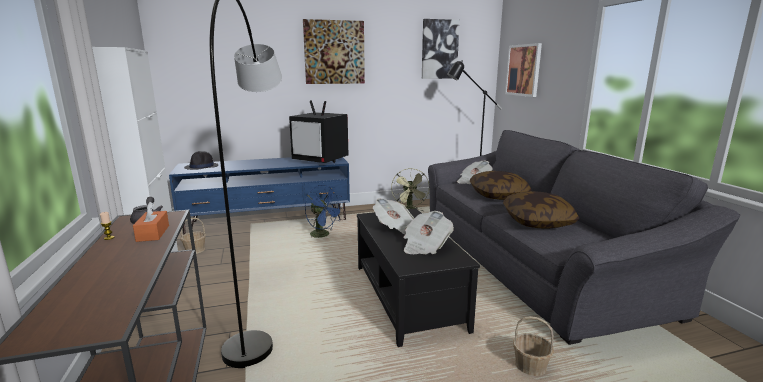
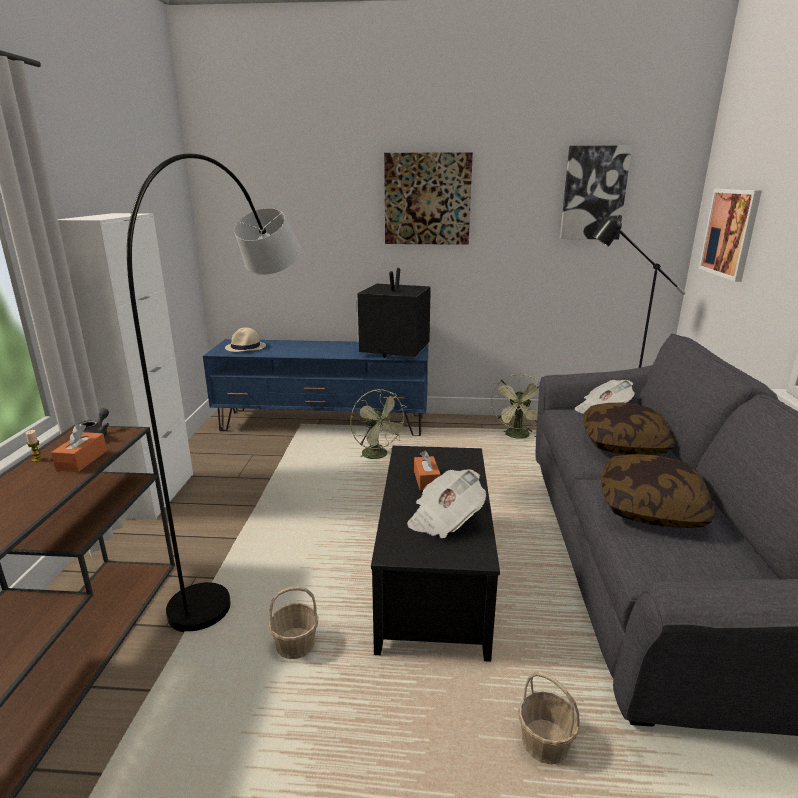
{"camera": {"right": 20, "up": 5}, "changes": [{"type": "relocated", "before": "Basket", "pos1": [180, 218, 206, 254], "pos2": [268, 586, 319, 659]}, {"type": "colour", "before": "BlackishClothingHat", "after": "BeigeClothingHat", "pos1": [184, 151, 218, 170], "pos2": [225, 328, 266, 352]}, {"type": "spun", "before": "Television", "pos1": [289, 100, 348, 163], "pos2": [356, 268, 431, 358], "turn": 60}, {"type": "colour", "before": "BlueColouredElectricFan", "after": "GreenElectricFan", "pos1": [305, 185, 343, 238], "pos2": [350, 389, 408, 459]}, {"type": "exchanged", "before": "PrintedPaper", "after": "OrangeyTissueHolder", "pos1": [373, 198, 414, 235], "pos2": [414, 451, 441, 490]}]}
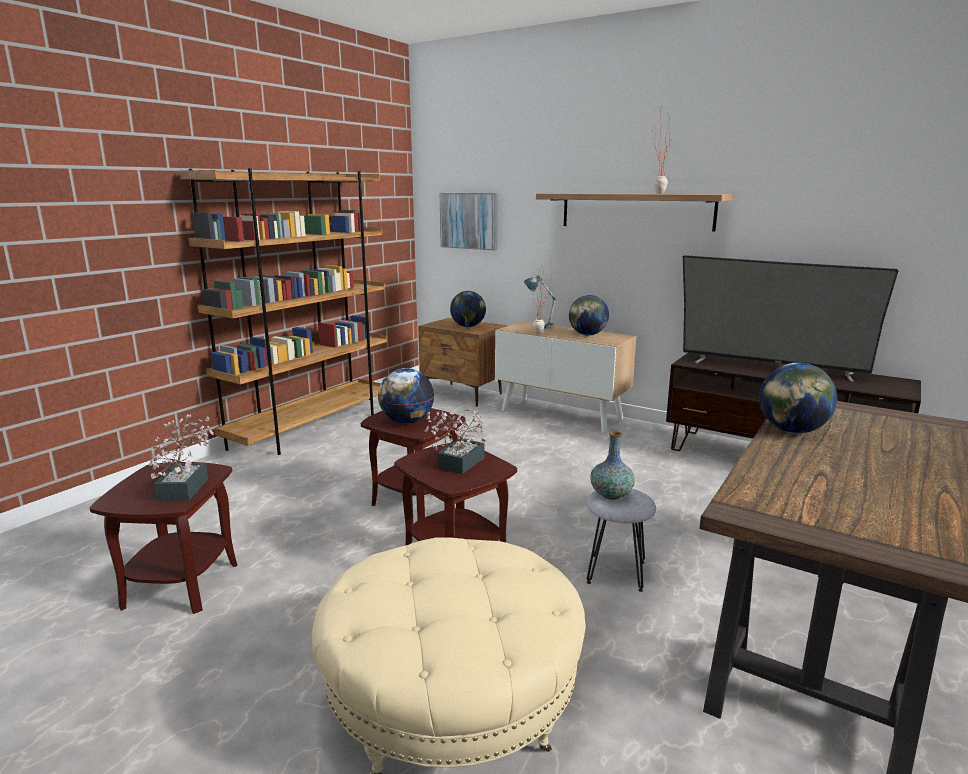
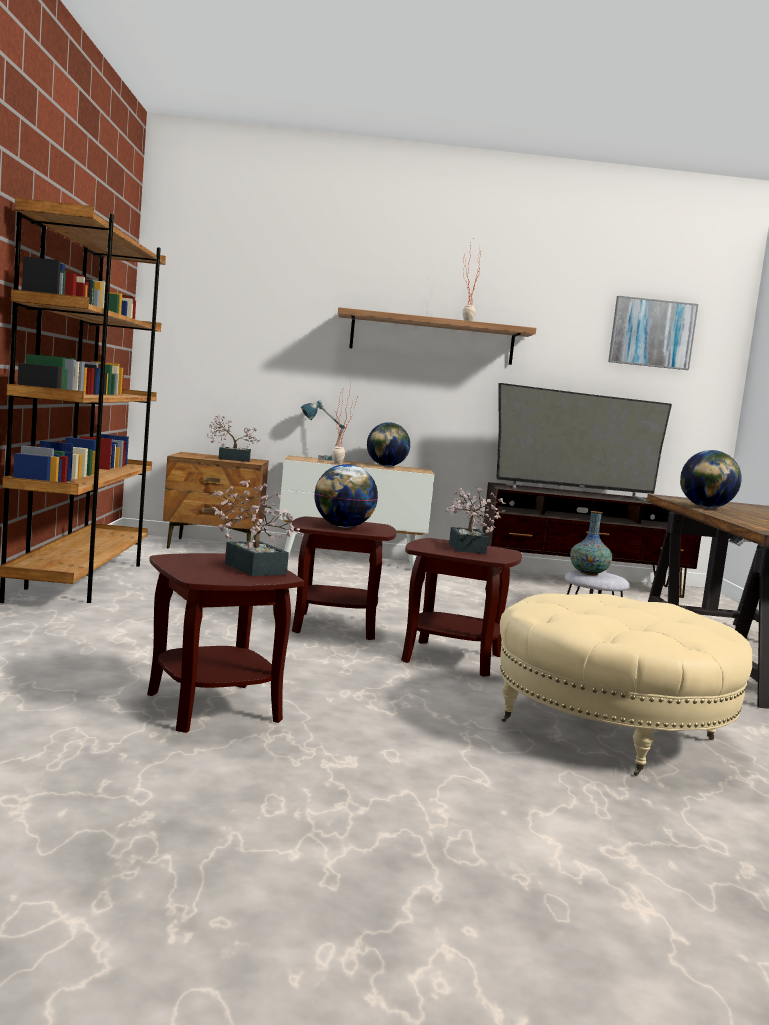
{"camera": {"right": -35, "up": -10}, "changes": [{"type": "relocated", "before": "WallPicture", "pos1": [440, 193, 498, 251], "pos2": [608, 296, 698, 370]}, {"type": "exchanged", "before": "Globe", "after": "PlantInAPot", "pos1": [450, 291, 486, 327], "pos2": [207, 414, 260, 462]}]}
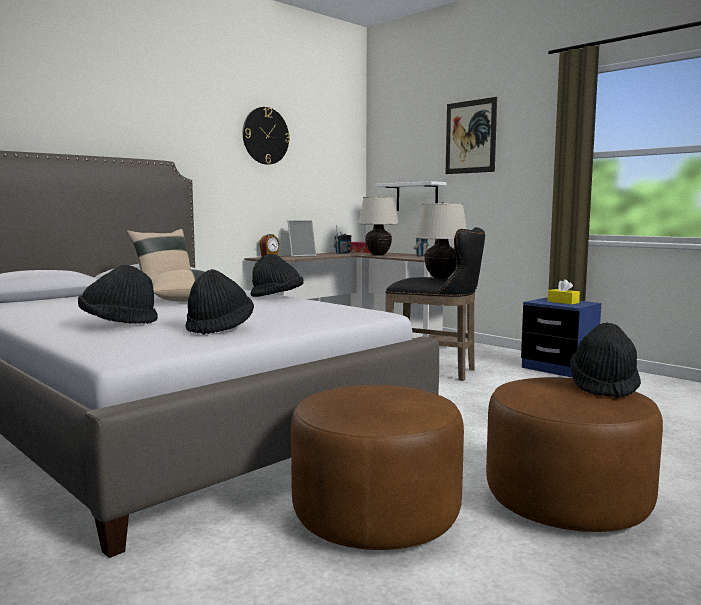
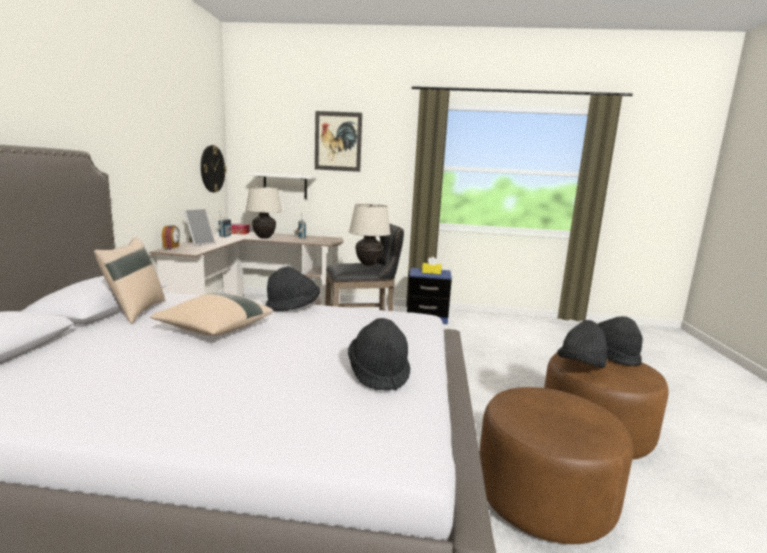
{"camera": {"right": -40, "up": 5}, "changes": [{"type": "relocated", "before": "BlackishClothingHat", "pos1": [78, 265, 158, 324], "pos2": [557, 320, 608, 368]}, {"type": "relocated", "before": "HangingClock", "pos1": [243, 107, 290, 165], "pos2": [201, 145, 227, 193]}]}
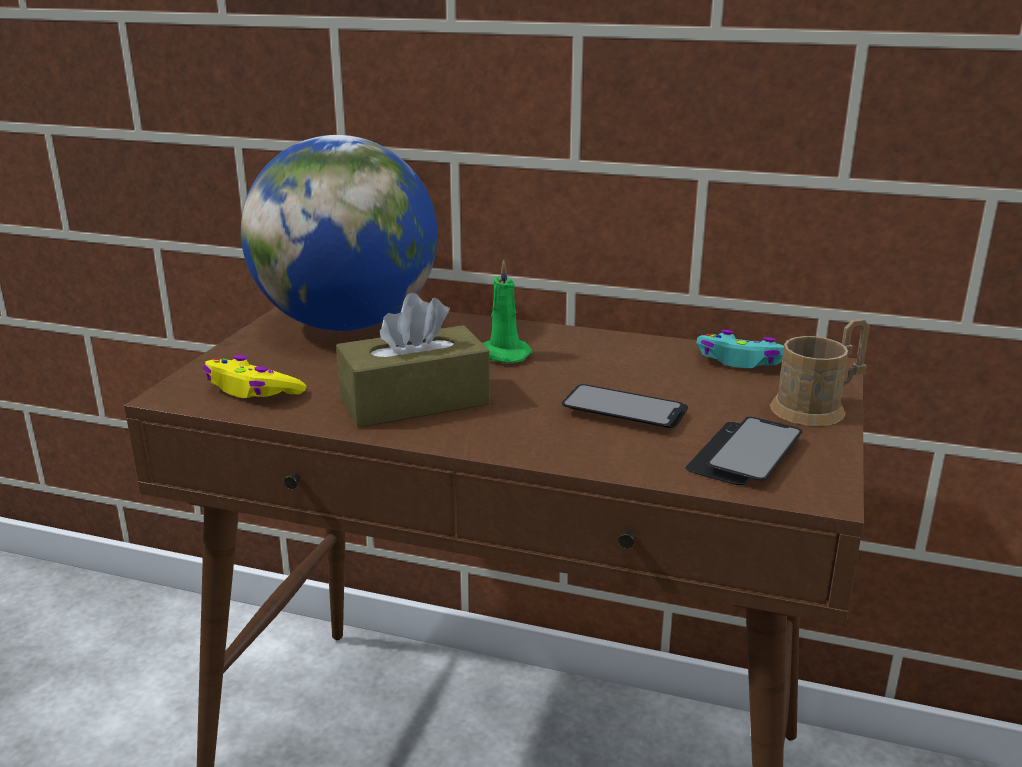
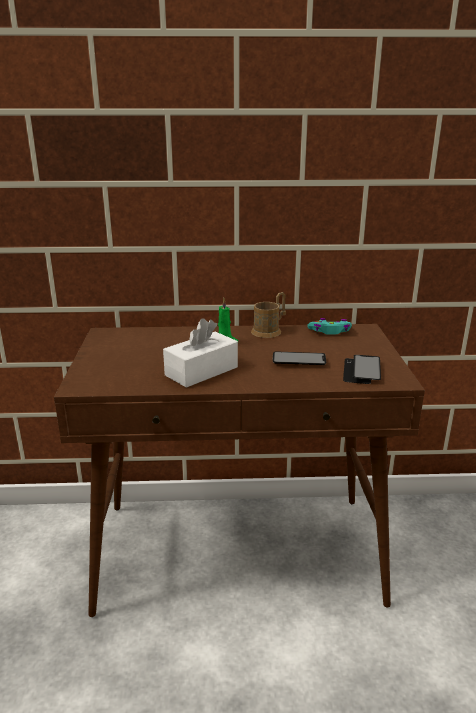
{"camera": {"right": -20, "up": 0}, "changes": [{"type": "missing", "before": "YellowJoypad", "pos1": [203, 355, 306, 398]}, {"type": "missing", "before": "Globe", "pos1": [241, 135, 438, 331]}, {"type": "colour", "before": "BrownTissueHolder", "after": "WhiteTissueHolder", "pos1": [336, 293, 490, 428], "pos2": [163, 318, 238, 388]}, {"type": "relocated", "before": "BrownMug", "pos1": [770, 319, 870, 426], "pos2": [251, 292, 286, 338]}]}
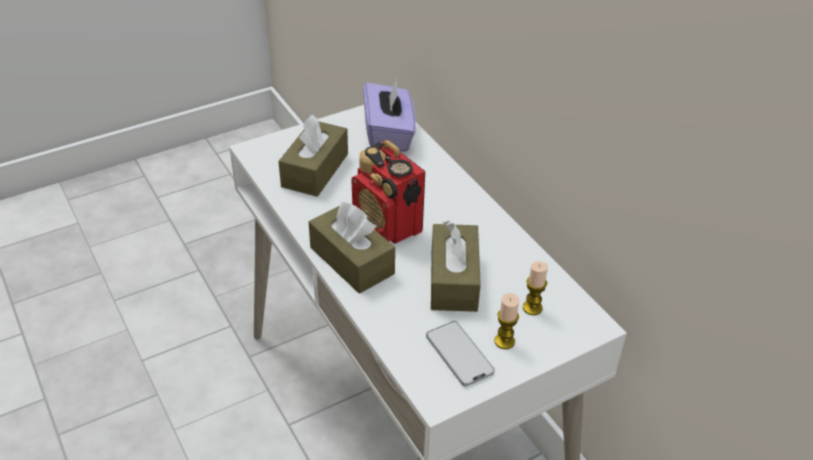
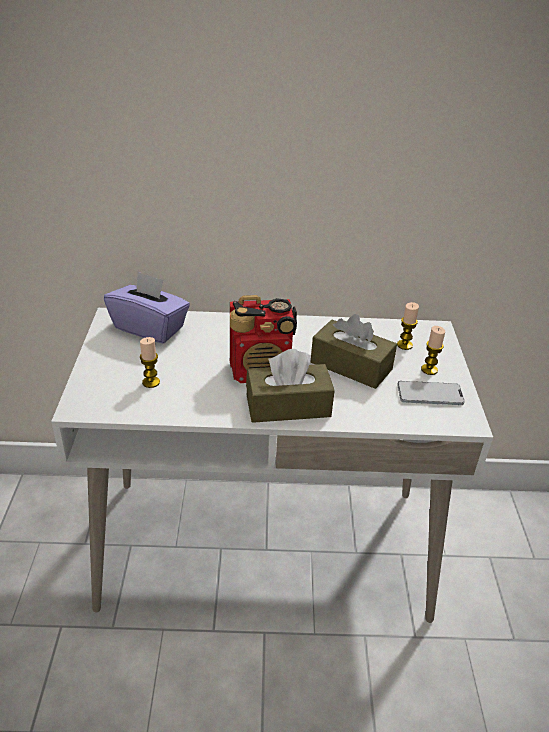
{"camera": {"right": -60, "up": -5}, "changes": [{"type": "exchanged", "before": "BrownTissueHolder", "after": "Candle", "pos1": [278, 115, 348, 197], "pos2": [140, 337, 160, 388]}]}
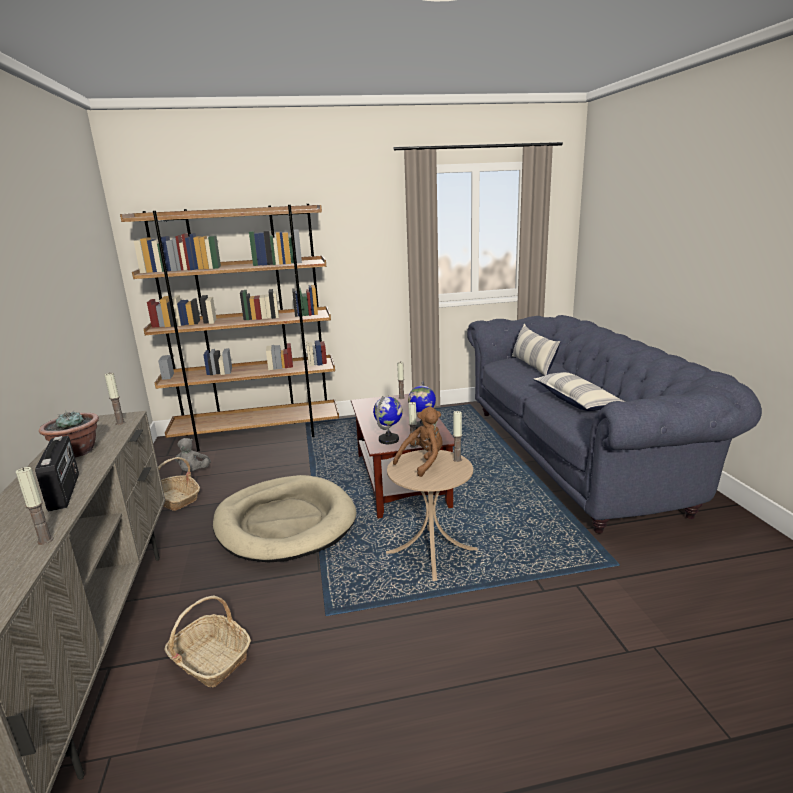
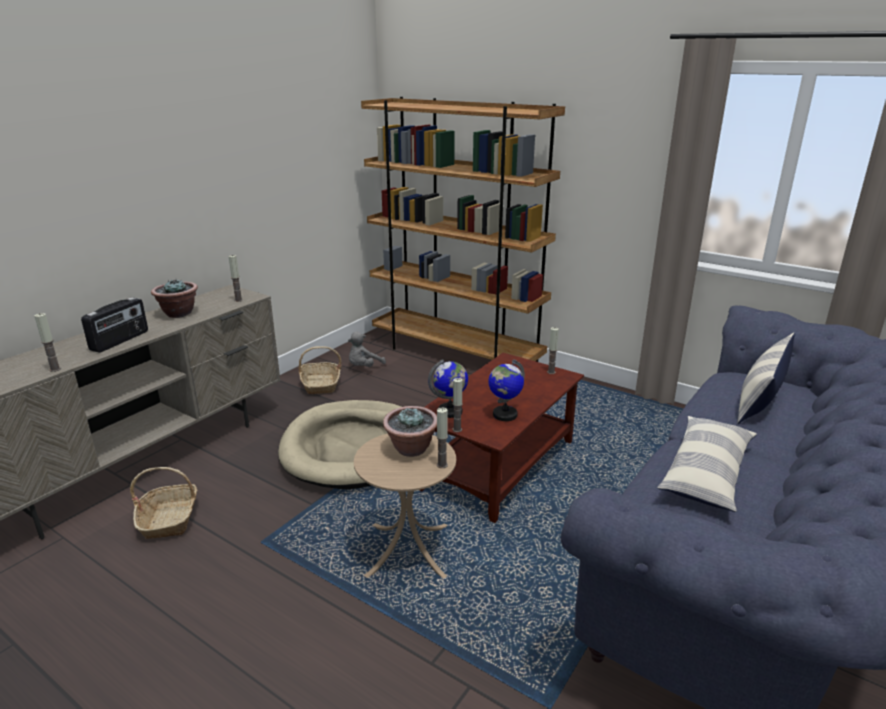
{"camera": {"right": 45, "up": 5}, "changes": [{"type": "exchanged", "before": "BrownPlushToy", "after": "PlantInAPot", "pos1": [393, 407, 443, 477], "pos2": [383, 406, 437, 457]}]}
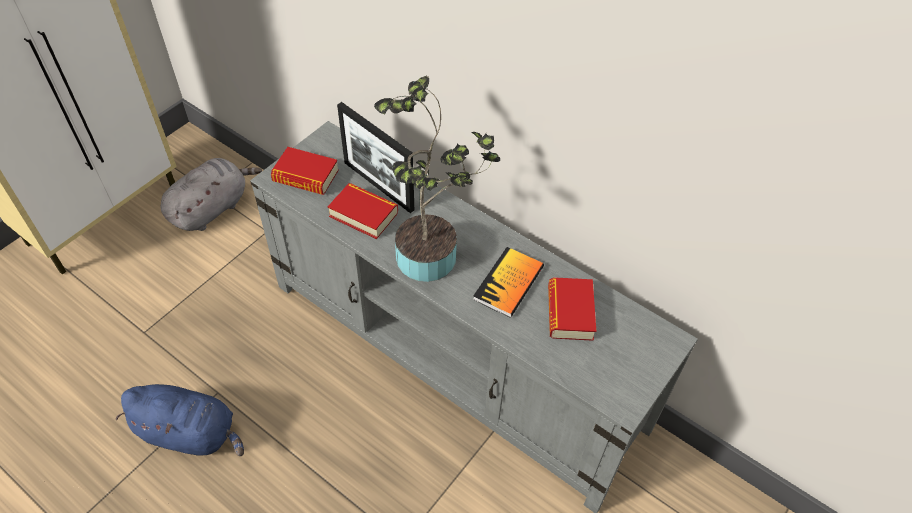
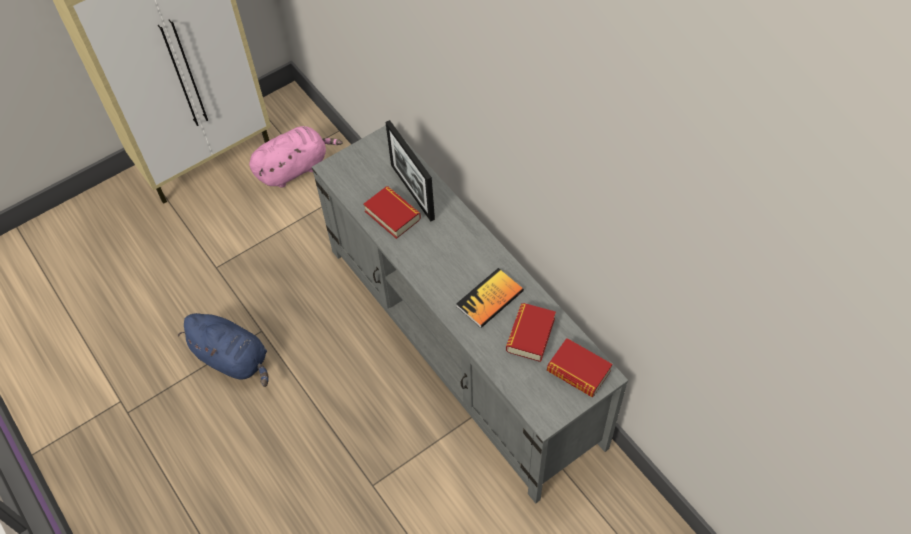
{"camera": {"right": 20, "up": 5}, "changes": [{"type": "colour", "before": "GrayPlushToy", "after": "PinkColouredPlushToy", "pos1": [161, 158, 262, 231], "pos2": [249, 126, 342, 188]}, {"type": "relocated", "before": "Book", "pos1": [271, 147, 339, 195], "pos2": [547, 338, 612, 397]}, {"type": "missing", "before": "PlantInAPot", "pos1": [374, 76, 500, 282]}]}
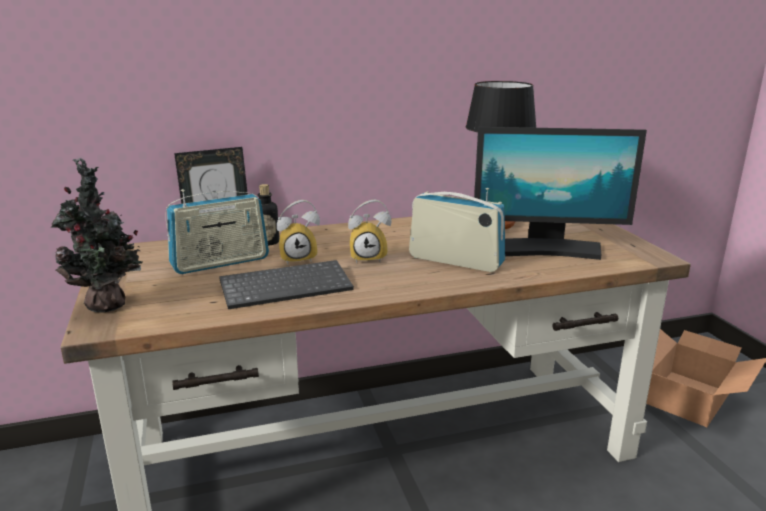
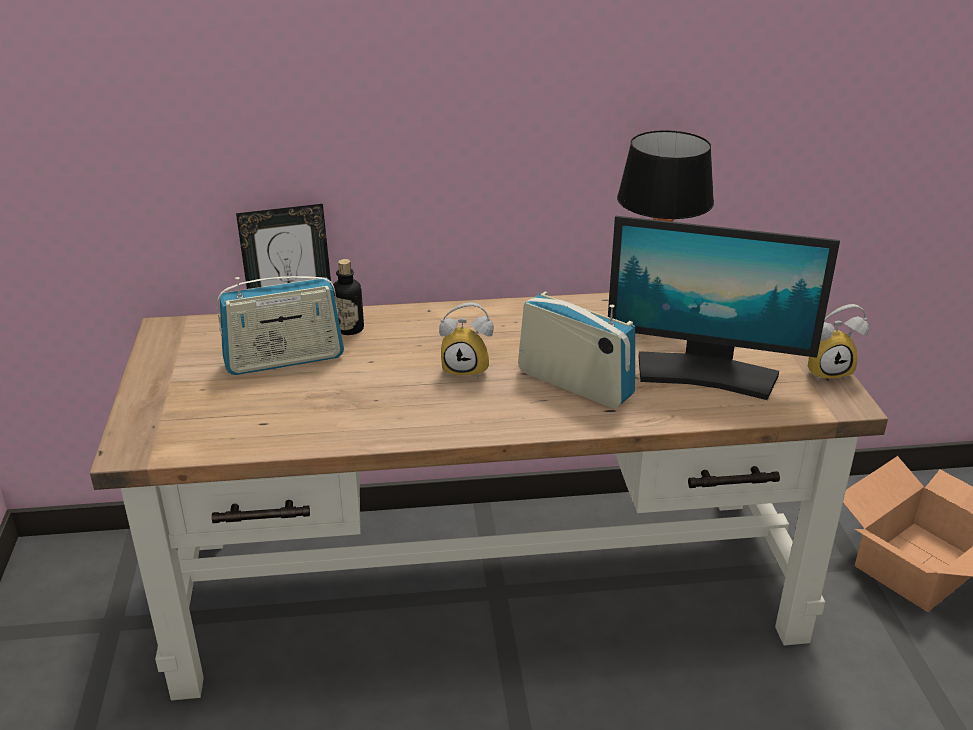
{"camera": {"right": 10, "up": 10}, "changes": [{"type": "missing", "before": "PlantInAPot", "pos1": [50, 158, 143, 312]}, {"type": "missing", "before": "PcKeyboard", "pos1": [219, 260, 354, 309]}, {"type": "relocated", "before": "AlarmClock", "pos1": [277, 200, 320, 265], "pos2": [808, 304, 869, 382]}]}
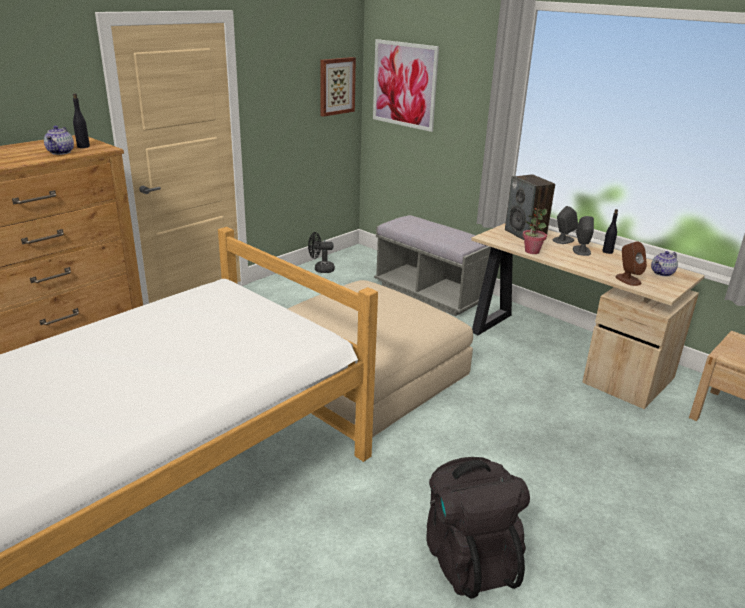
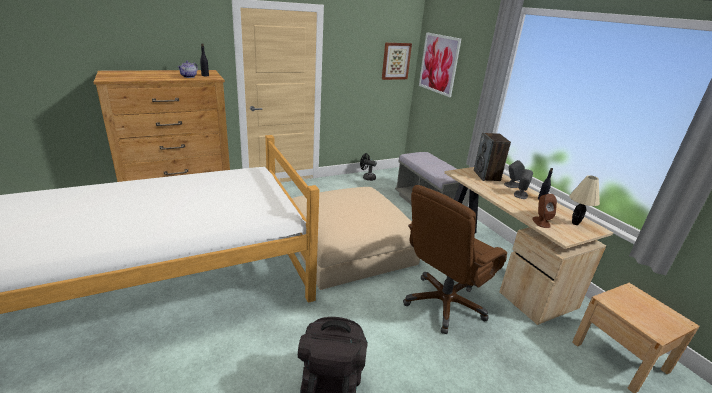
{"camera": {"right": 20, "up": 0}, "changes": [{"type": "missing", "before": "PlantInAPot", "pos1": [522, 208, 547, 254]}, {"type": "exchanged", "before": "Teapot", "after": "BeigeTableLamp", "pos1": [651, 251, 678, 277], "pos2": [569, 175, 600, 225]}, {"type": "appeared", "after": "BrownDeskChair", "pos2": [403, 185, 507, 334]}]}
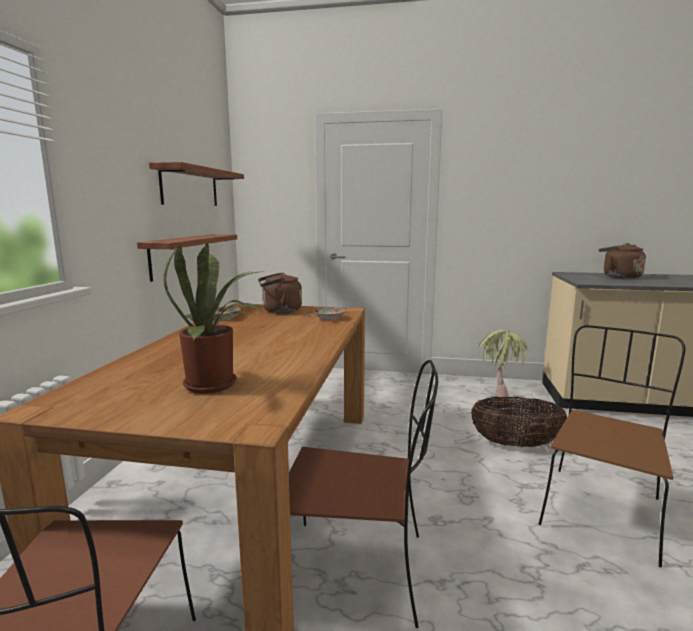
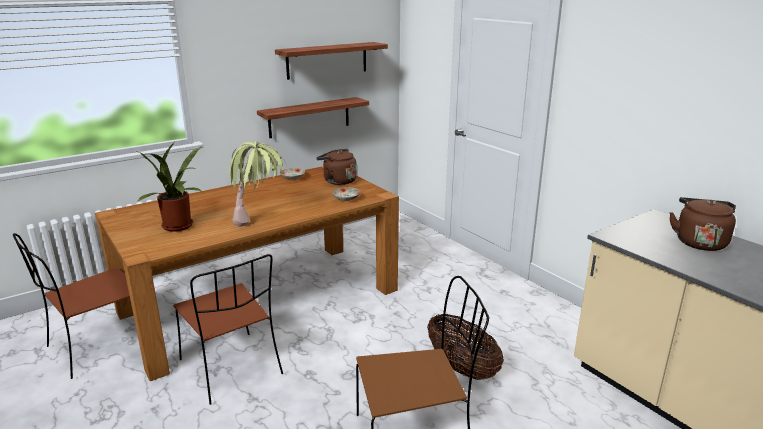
{"camera": {"right": 45, "up": 10}, "changes": [{"type": "relocated", "before": "PlantInAPot", "pos1": [478, 329, 528, 400], "pos2": [228, 142, 287, 226]}]}
